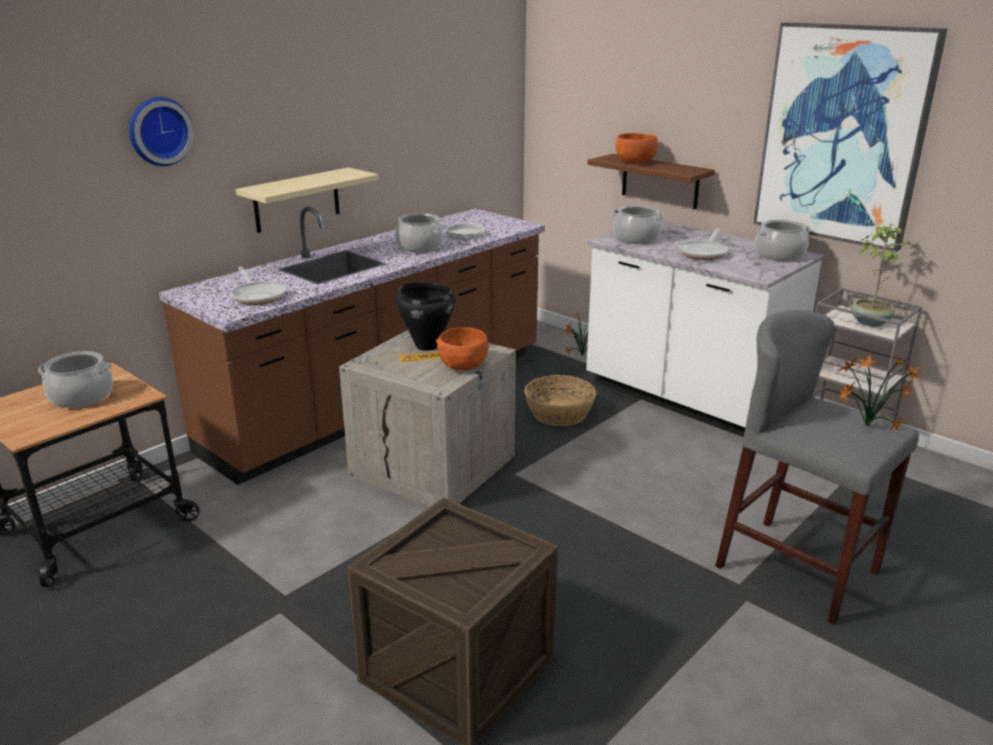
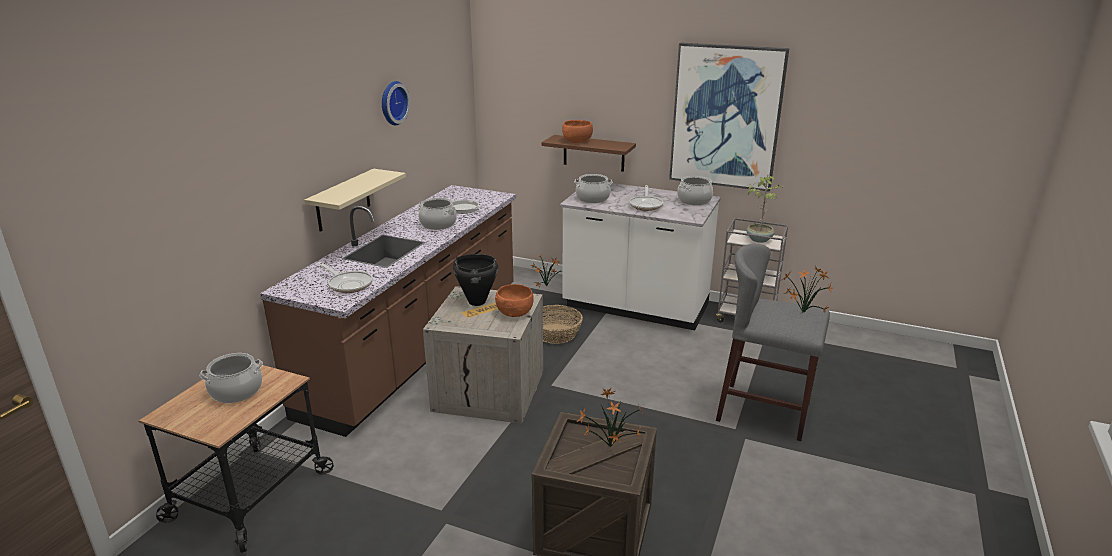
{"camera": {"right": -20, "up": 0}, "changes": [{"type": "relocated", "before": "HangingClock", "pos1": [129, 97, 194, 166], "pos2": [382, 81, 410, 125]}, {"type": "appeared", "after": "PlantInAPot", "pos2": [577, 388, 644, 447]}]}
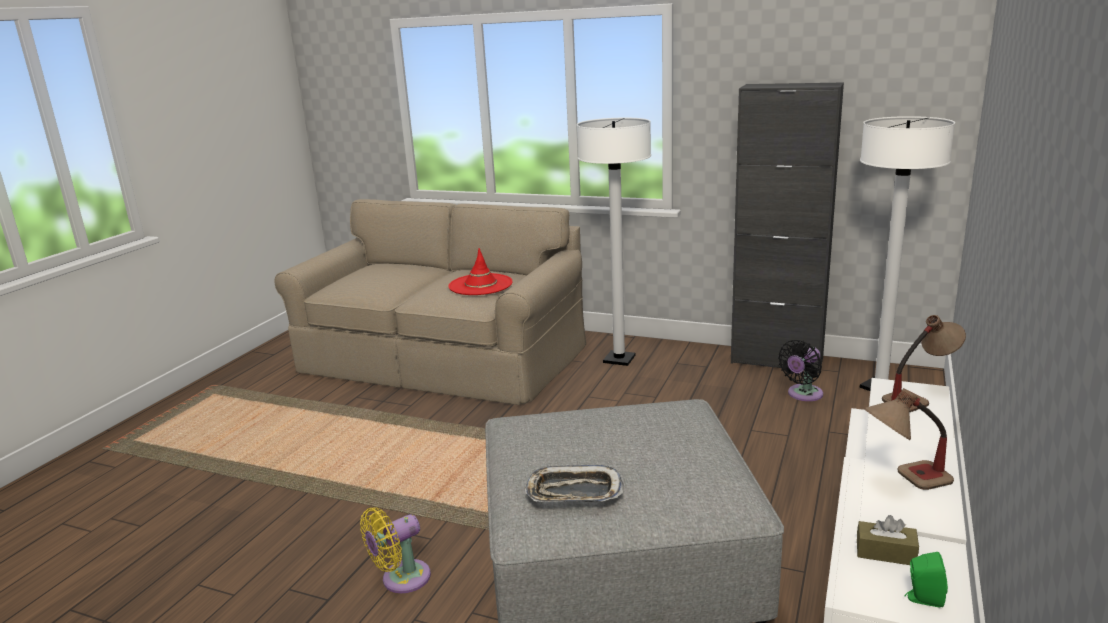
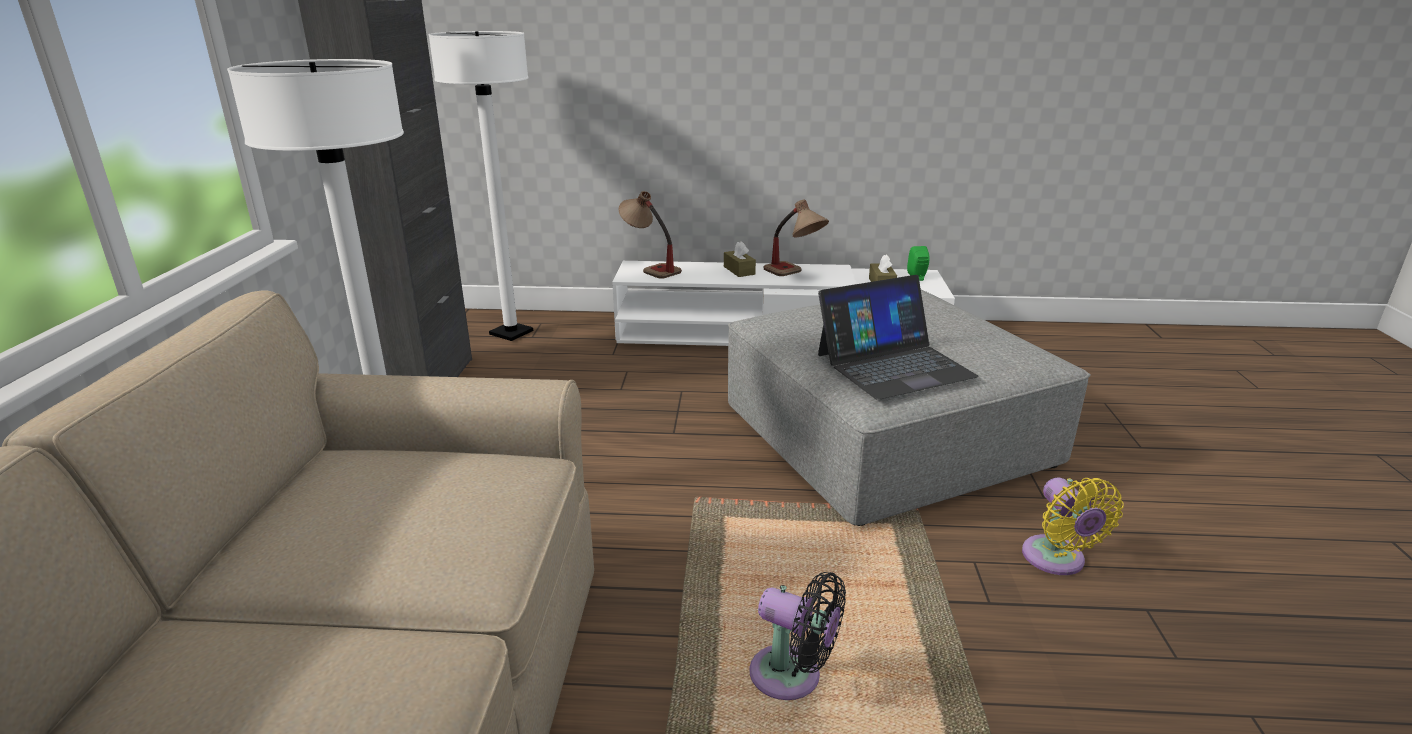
{"camera": {"right": -110, "up": 5}, "changes": [{"type": "spun", "before": "YellowElectricFan", "pos1": [360, 507, 431, 593], "pos2": [1022, 478, 1124, 575], "turn": 45}, {"type": "missing", "before": "RedClothingHat", "pos1": [448, 248, 513, 295]}, {"type": "missing", "before": "Tray", "pos1": [525, 465, 624, 502]}, {"type": "relocated", "before": "BlackishElectricFan", "pos1": [778, 340, 823, 401], "pos2": [749, 572, 846, 700]}, {"type": "appeared", "after": "BrownTissueHolder", "pos2": [724, 241, 756, 277]}, {"type": "appeared", "after": "NotebookComputer", "pos2": [818, 275, 979, 400]}]}
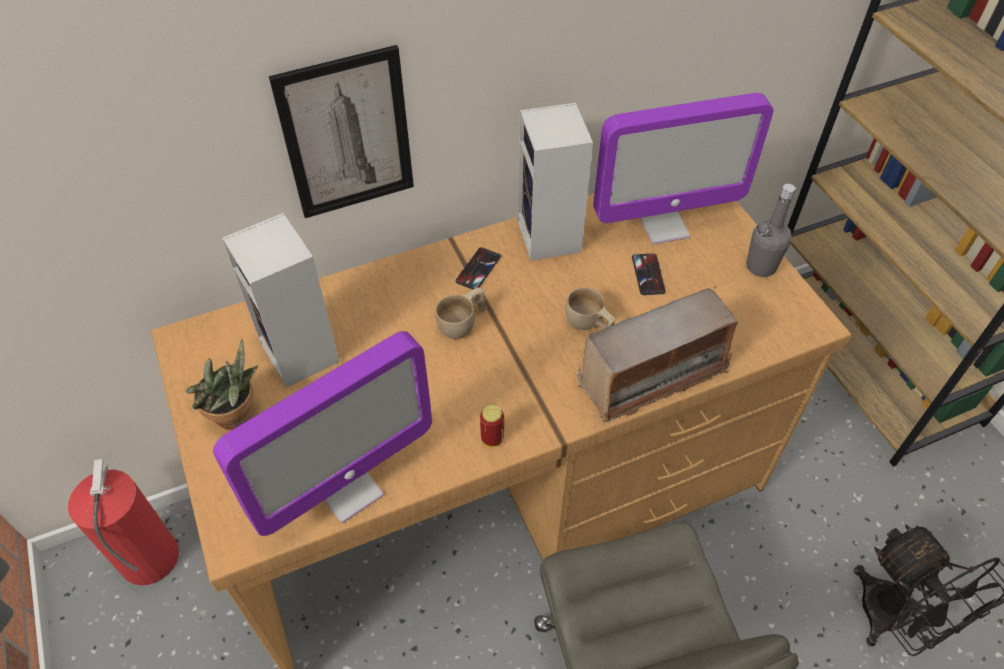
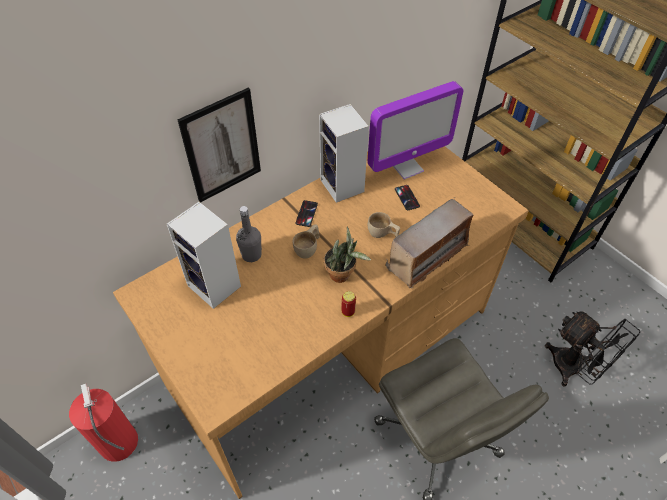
{"camera": {"right": -15, "up": 0}, "changes": [{"type": "relocated", "before": "PlantInAPot", "pos1": [186, 338, 258, 430], "pos2": [324, 226, 371, 283]}, {"type": "missing", "before": "ComputerDisplay", "pos1": [213, 331, 432, 536]}, {"type": "relocated", "before": "GrayDrinkBottle", "pos1": [746, 184, 795, 277], "pos2": [236, 206, 262, 262]}]}
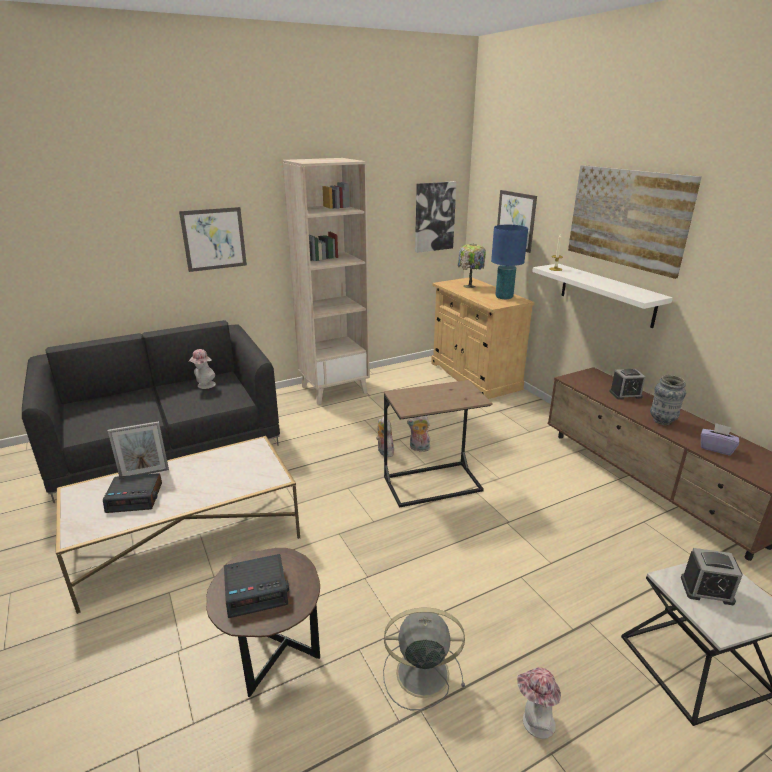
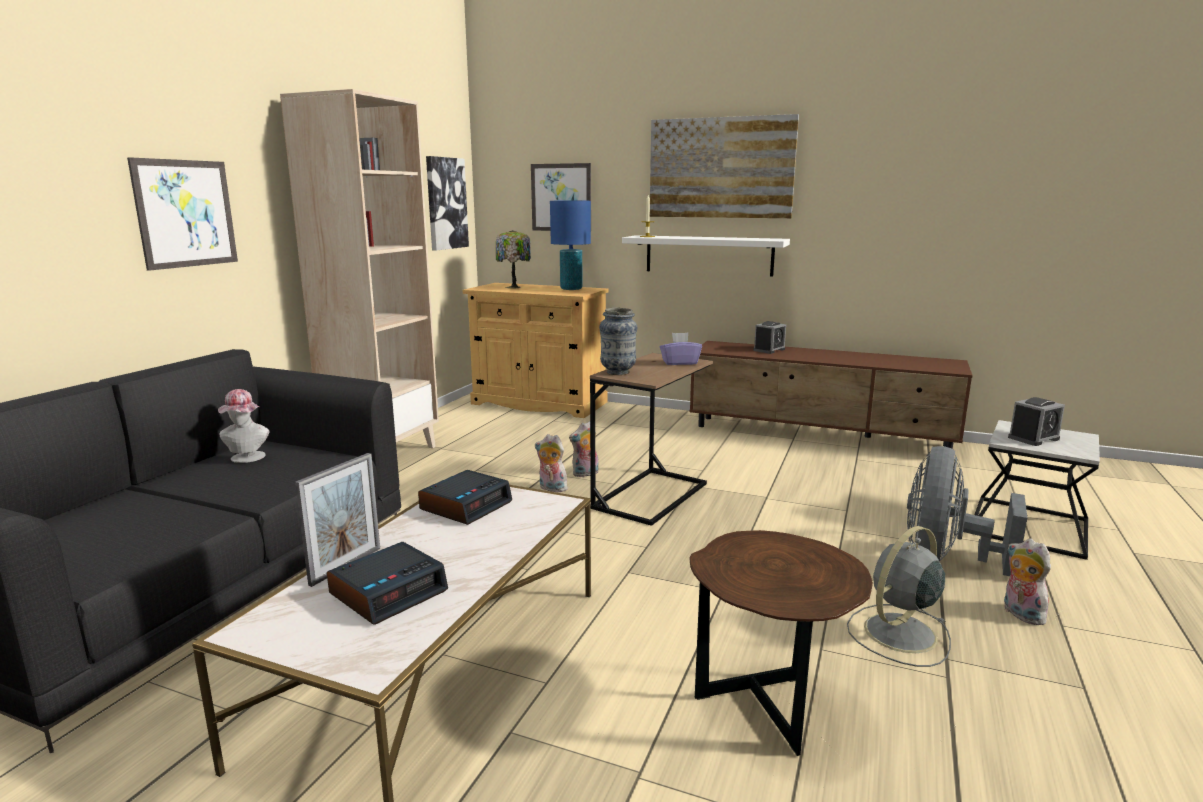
{"camera": {"right": -40, "up": -10}, "changes": [{"type": "relocated", "before": "AlarmClock", "pos1": [224, 554, 289, 618], "pos2": [418, 470, 512, 525]}, {"type": "exchanged", "before": "ClothingHat", "after": "PlushToy", "pos1": [517, 667, 561, 739], "pos2": [1004, 538, 1051, 625]}, {"type": "relocated", "before": "FlowerVase", "pos1": [650, 375, 686, 425], "pos2": [599, 308, 637, 375]}, {"type": "relocated", "before": "PurpleColouredTissueHolder", "pos1": [701, 423, 739, 456], "pos2": [660, 333, 702, 365]}, {"type": "appeared", "after": "GrayElectricFan", "pos2": [907, 446, 1027, 576]}]}
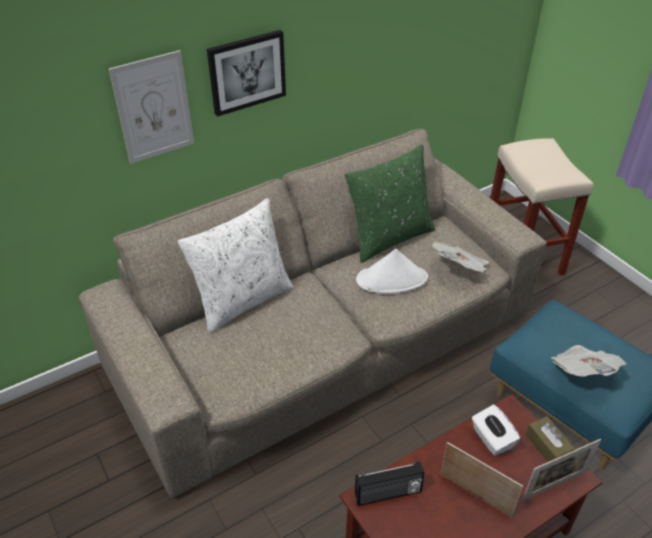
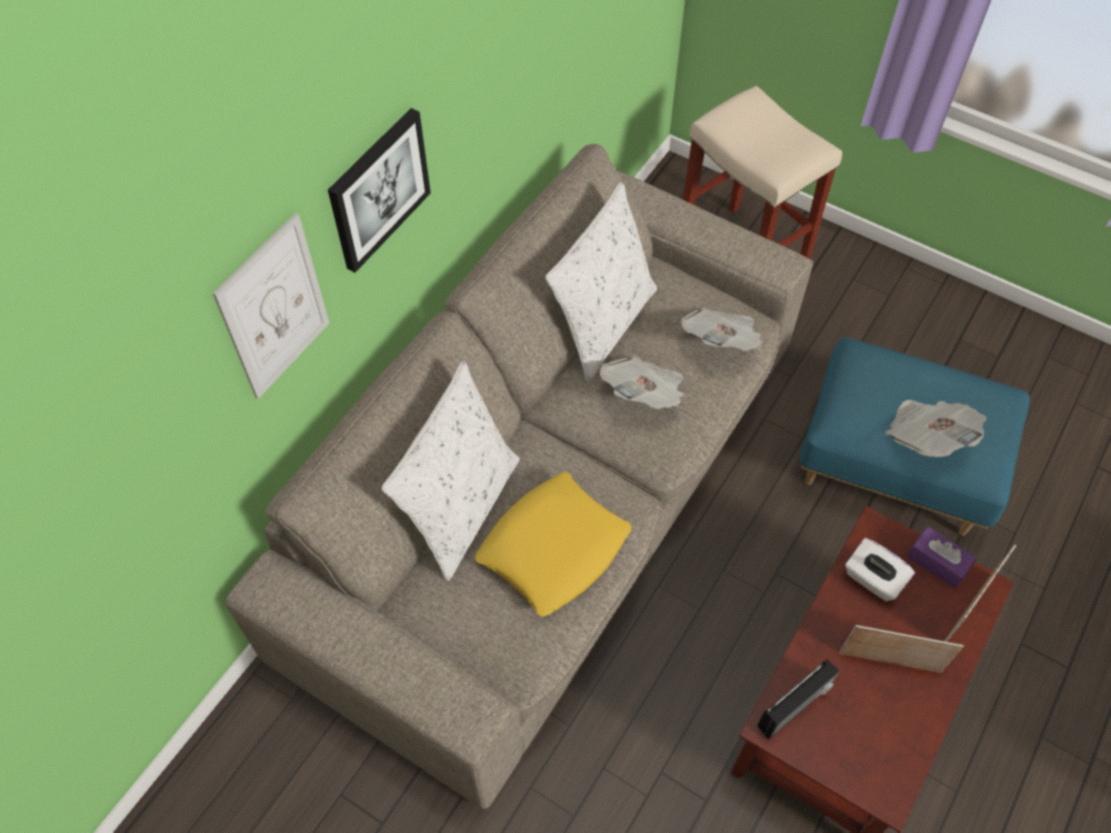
{"camera": {"right": -25, "up": 15}, "changes": [{"type": "colour", "before": "GreenCushion", "after": "WhiteCushion", "pos1": [345, 144, 435, 263], "pos2": [545, 182, 657, 382]}, {"type": "exchanged", "before": "WhiteClothingHat", "after": "PrintedPaper", "pos1": [356, 249, 428, 294], "pos2": [600, 357, 684, 409]}, {"type": "colour", "before": "BrownTissueHolder", "after": "PurpleColouredTissueHolder", "pos1": [526, 416, 575, 462], "pos2": [907, 526, 976, 588]}, {"type": "appeared", "after": "YellowCushion", "pos2": [474, 472, 632, 617]}]}
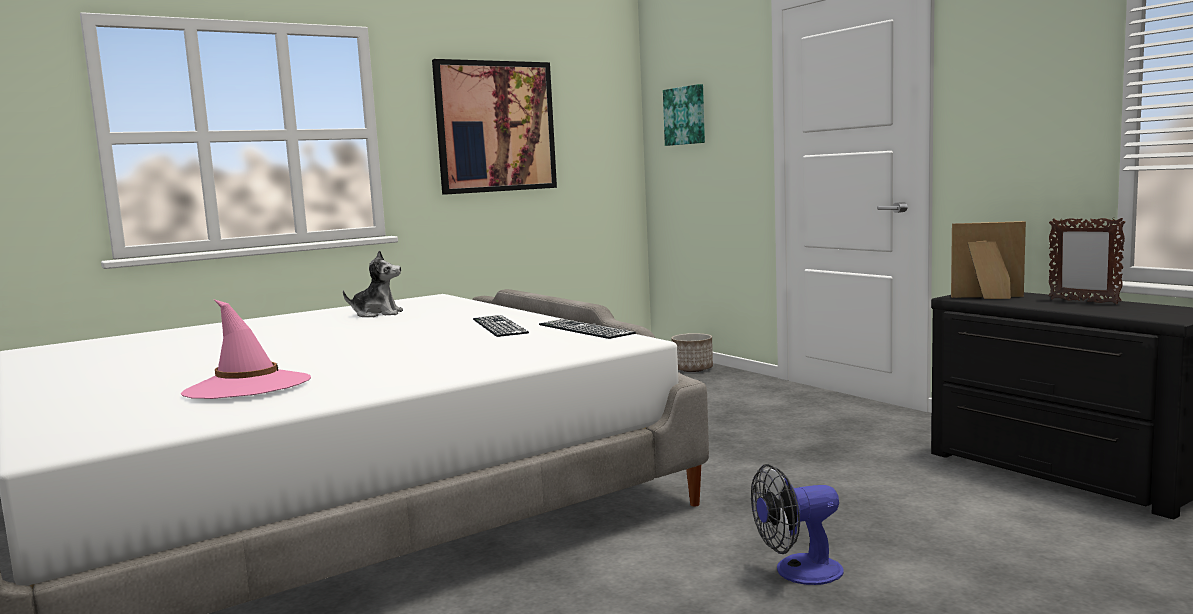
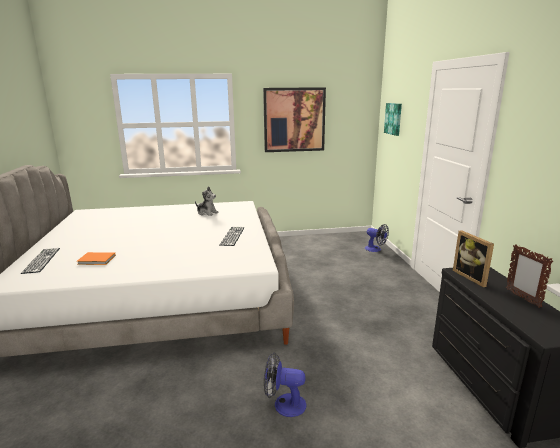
{"camera": {"right": 25, "up": 10}, "changes": [{"type": "exchanged", "before": "PinkColouredClothingHat", "after": "OrangeyBook", "pos1": [181, 299, 311, 399], "pos2": [77, 252, 116, 265]}, {"type": "relocated", "before": "PcKeyboard", "pos1": [539, 319, 636, 339], "pos2": [21, 248, 60, 274]}, {"type": "exchanged", "before": "FlowerPot", "after": "ElectricFan", "pos1": [671, 333, 713, 372], "pos2": [365, 224, 389, 252]}, {"type": "spun", "before": "StandingFrame", "pos1": [951, 221, 1026, 299], "pos2": [453, 230, 494, 287], "turn": -150}]}
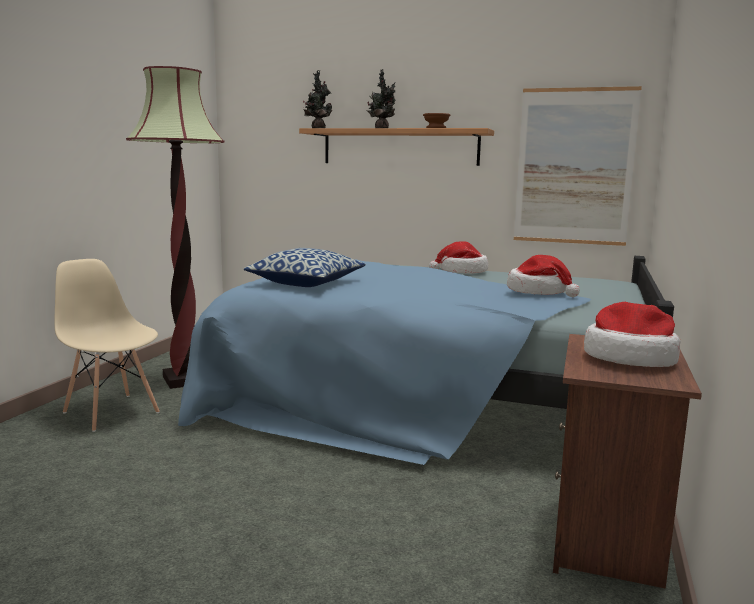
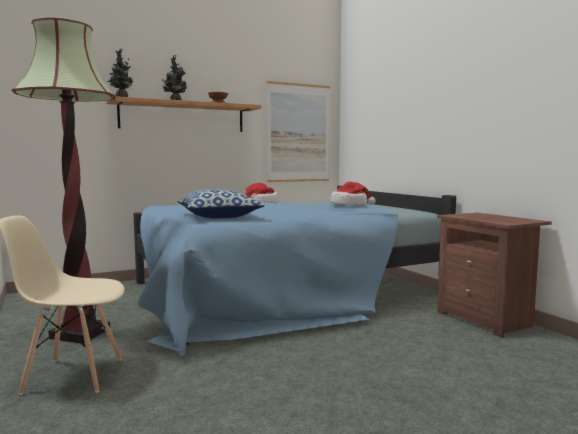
{"camera": {"right": -45, "up": -5}, "changes": [{"type": "missing", "before": "ClothingHat", "pos1": [584, 302, 681, 367]}]}
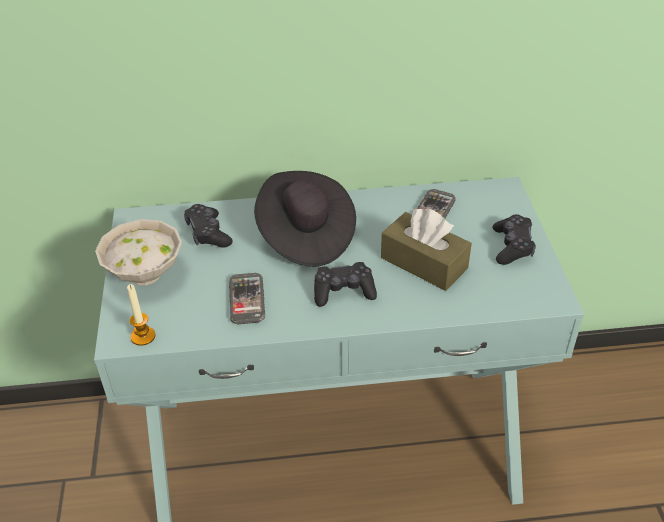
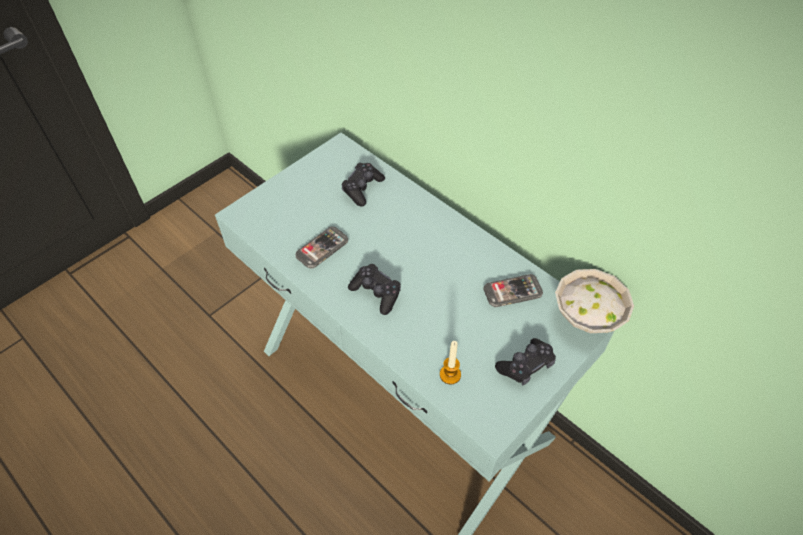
{"camera": {"right": 50, "up": 10}, "changes": [{"type": "relocated", "before": "WhiteBowl", "pos1": [95, 219, 182, 286], "pos2": [555, 269, 634, 333]}, {"type": "relocated", "before": "Candle", "pos1": [127, 284, 155, 346], "pos2": [440, 341, 461, 384]}, {"type": "missing", "before": "BlackishClothingHat", "pos1": [254, 171, 356, 267]}, {"type": "missing", "before": "BrownTissueHolder", "pos1": [381, 209, 472, 291]}]}
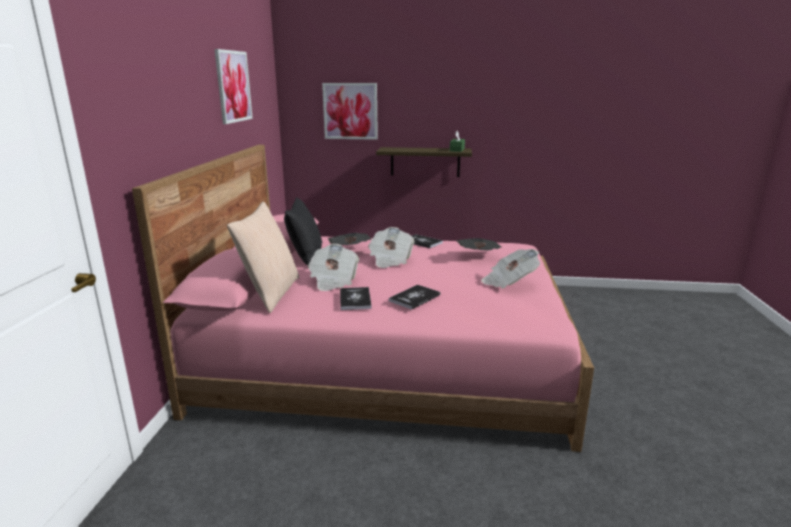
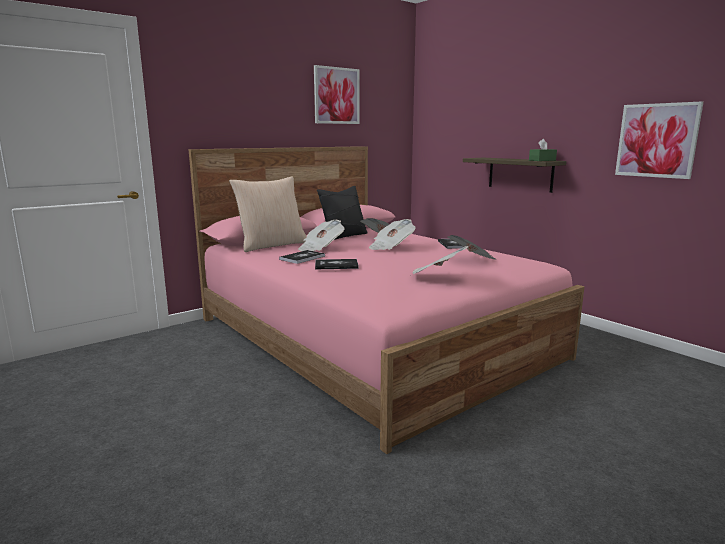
{"camera": {"right": 45, "up": -5}, "changes": [{"type": "relocated", "before": "WallPicture", "pos1": [322, 83, 378, 140], "pos2": [615, 102, 704, 179]}]}
